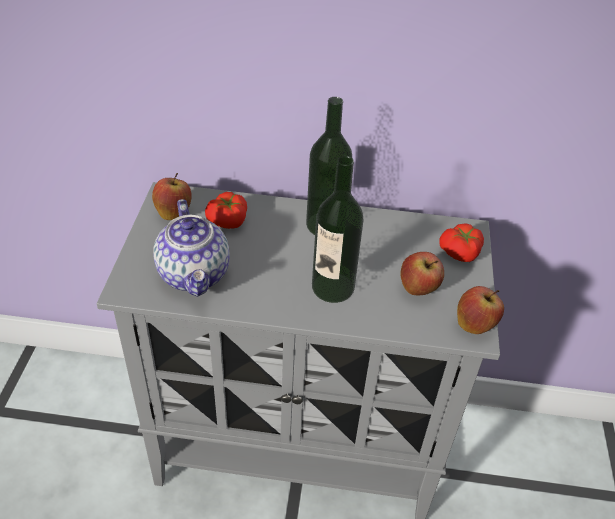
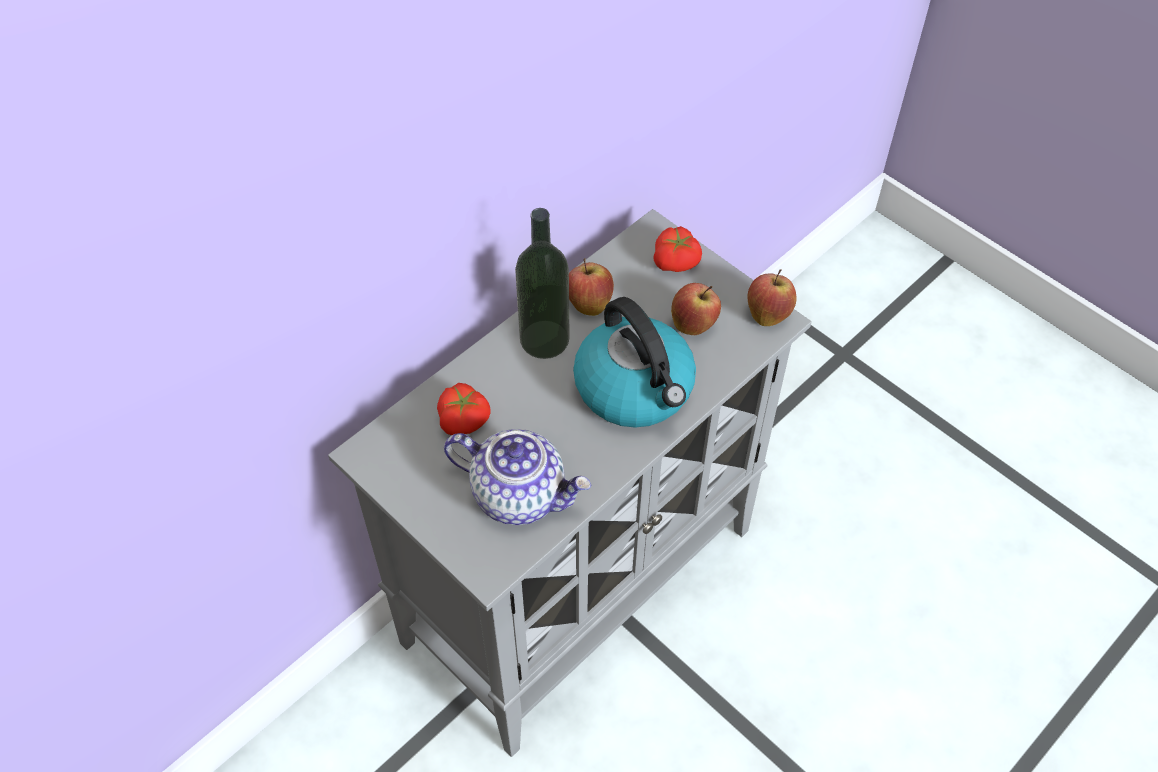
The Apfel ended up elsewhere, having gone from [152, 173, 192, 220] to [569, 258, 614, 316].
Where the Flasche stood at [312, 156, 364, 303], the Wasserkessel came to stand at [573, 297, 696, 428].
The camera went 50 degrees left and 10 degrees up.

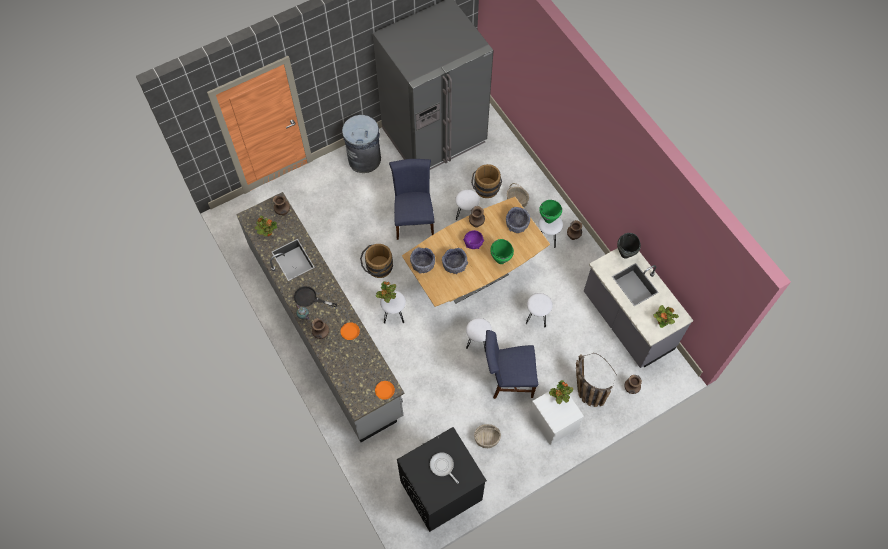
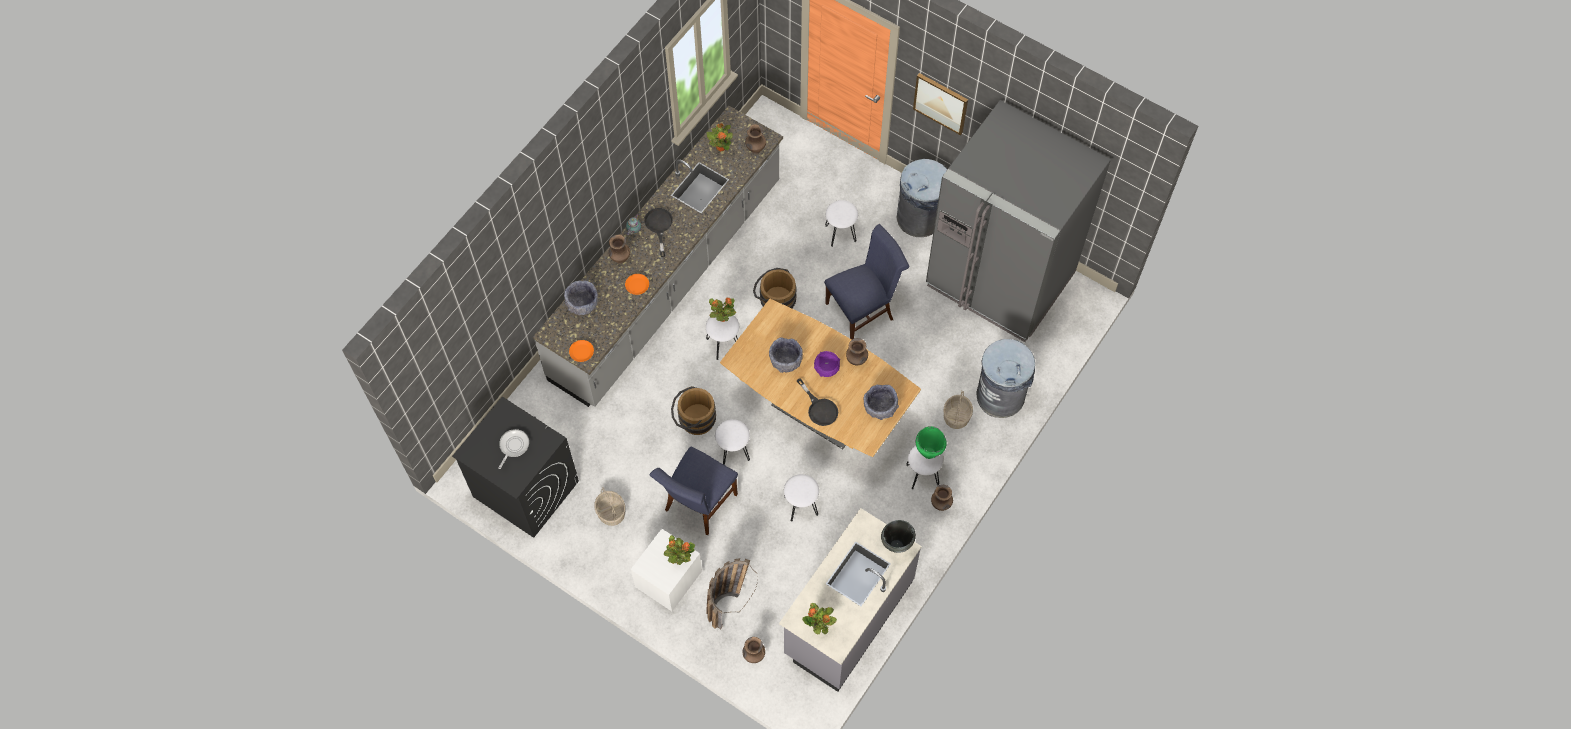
The Schüssel [grau] ended up elsewhere, having gone from [410, 247, 435, 273] to [564, 281, 598, 315].
The Hocker [weiß] ended up elsewhere, having gone from [456, 189, 480, 220] to [825, 200, 858, 247].
The Eimer [braun] ended up elsewhere, having gone from [471, 164, 502, 198] to [671, 386, 716, 435].
The Stuhl [blau] at [485, 330, 538, 399] ended up facing another way, 120 degrees counterclockwise from before.
Where the Kochtopf [grün] stood at [490, 239, 514, 264], the Pfanne [schwarz] came to stand at [796, 378, 838, 426].
The second view gained the Bild at [913, 73, 968, 135].
The second view gained the Mülleimer [grau] at [977, 339, 1035, 418].
The camera went 65 degrees right and 0 degrees up.

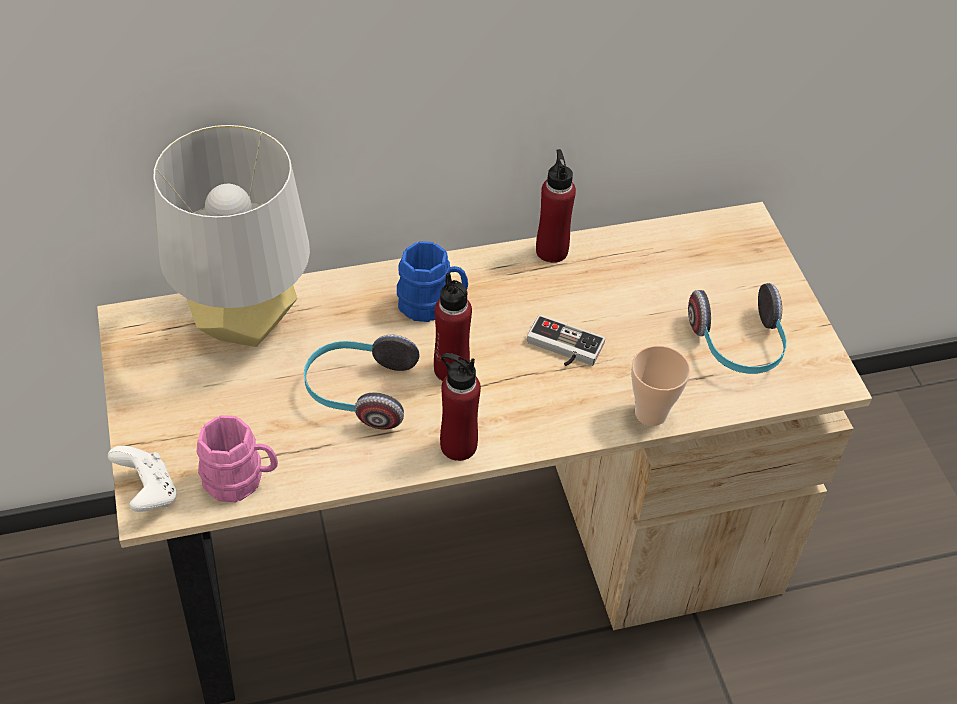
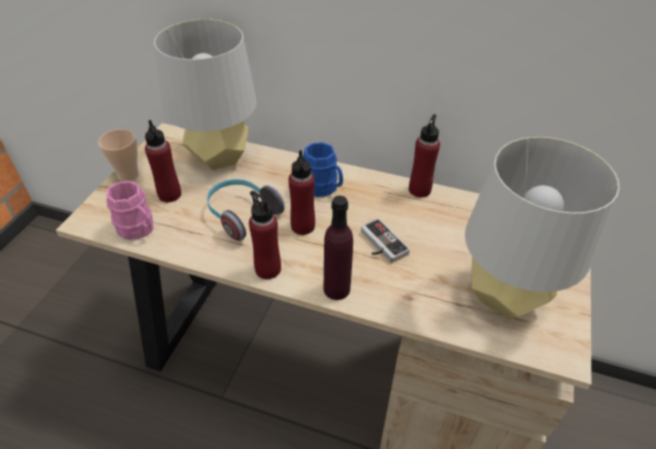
The second view lost the Gamepad [weiß] at [108, 446, 177, 512].
The Tasse ended up elsewhere, having gone from [631, 345, 691, 426] to [98, 129, 139, 181].
Where the Kopfhörer stood at [688, 283, 787, 374], the Tischlampe [grau] came to stand at [465, 137, 619, 319].
The second view gained the Flasche [rot] at [145, 120, 181, 202].
The second view gained the Flasche [lila] at [323, 196, 353, 300].
The camera went 35 degrees right and 5 degrees down.

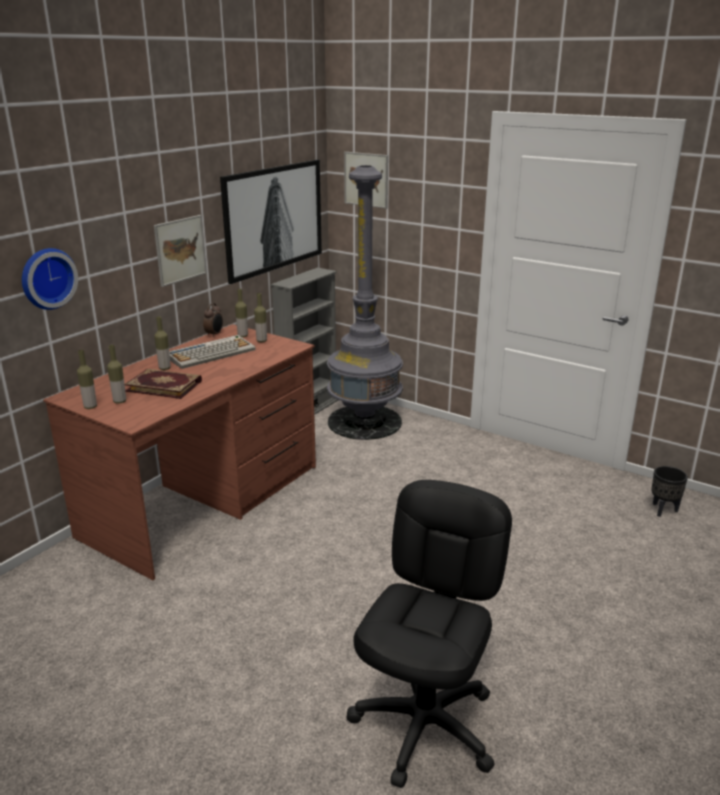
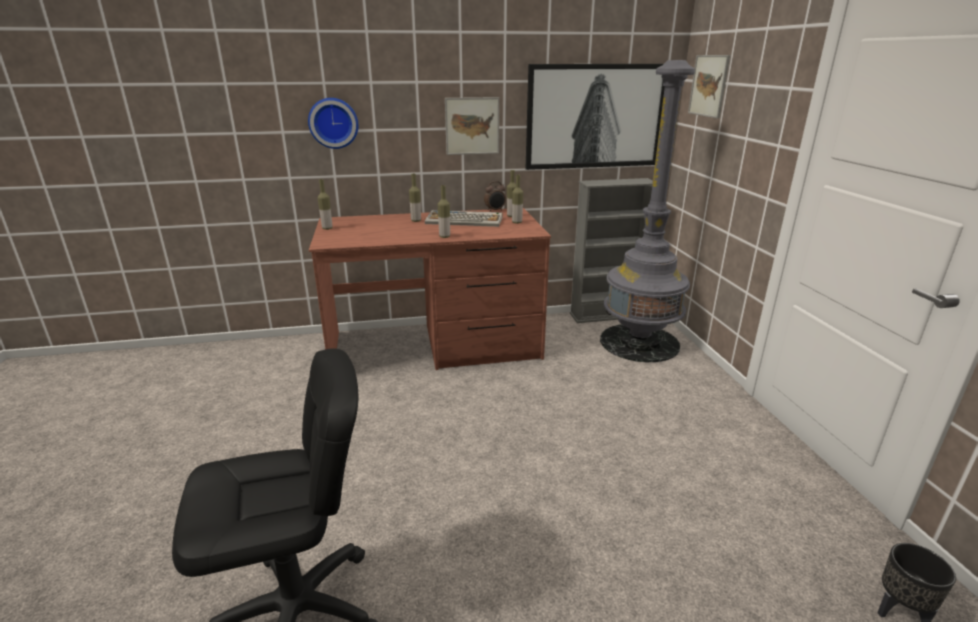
The Flasche ended up elsewhere, having gone from [107, 345, 126, 404] to [438, 185, 450, 238].
The second view lost the Buch at [125, 369, 202, 399].
The camera went 45 degrees right and 0 degrees up.

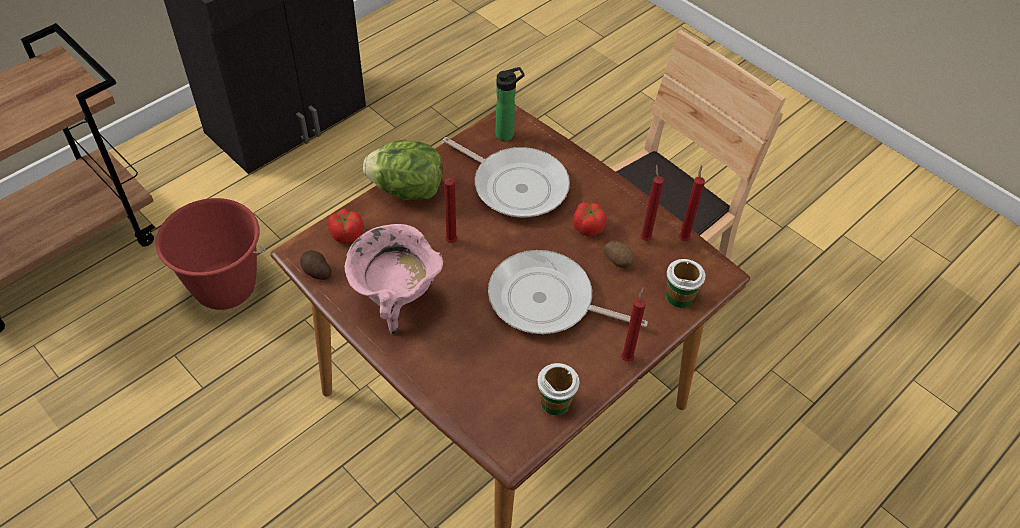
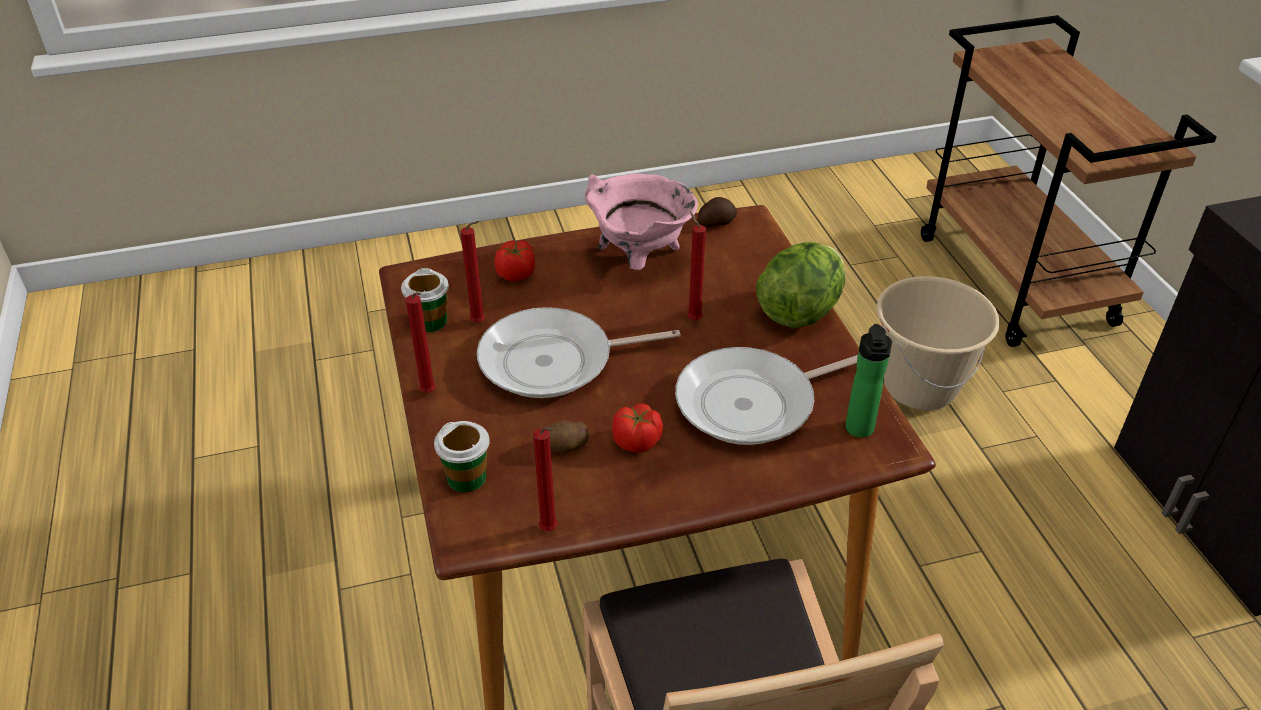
What was the Eimer [rot] at [156, 198, 265, 310] turned into the Eimer [beige] at [876, 276, 1000, 410].
The Tomate ended up elsewhere, having gone from [328, 209, 364, 243] to [495, 240, 535, 282].
The Pfanne at [488, 250, 648, 334] ended up facing another way, 150 degrees counterclockwise from before.
The Kerze [rot] ended up elsewhere, having gone from [640, 165, 664, 241] to [460, 221, 485, 323].
The camera went 120 degrees right and 10 degrees down.

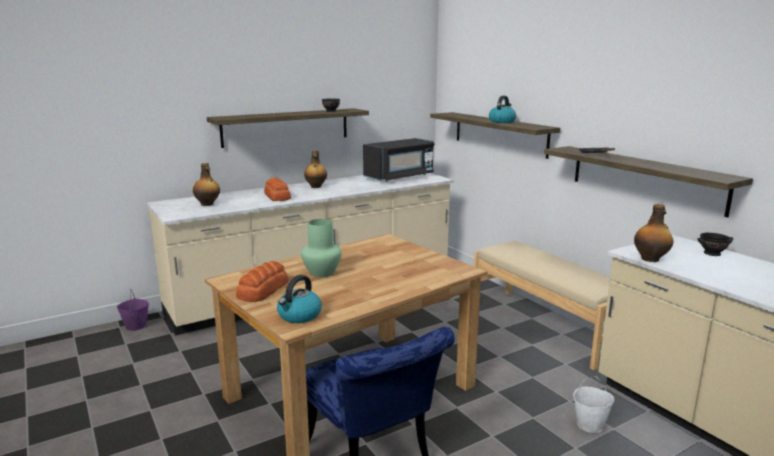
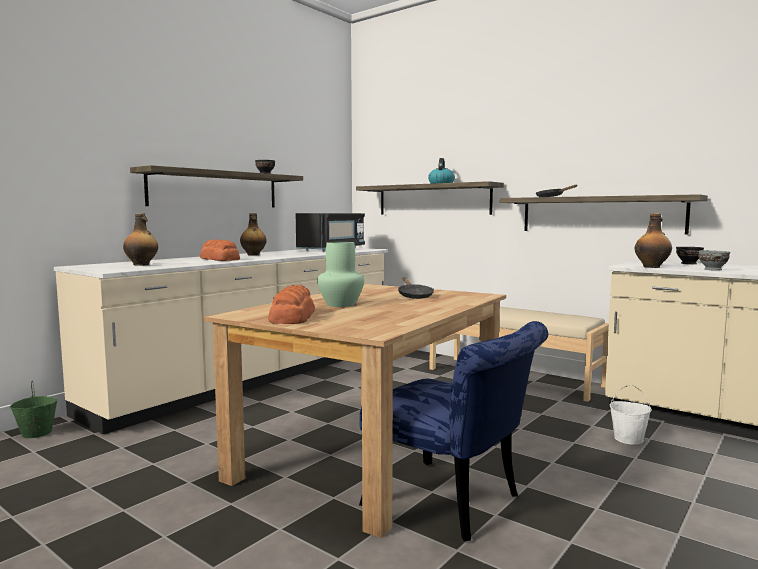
What was the Eimer [lila] at [117, 289, 149, 331] turned into the Eimer [grün] at [10, 380, 58, 438].
The second view lost the Wasserkessel at [277, 275, 322, 323].
The second view gained the Pfanne [schwarz] at [398, 278, 434, 299].
The second view gained the Schüssel [grau] at [698, 250, 730, 271].
The camera went 20 degrees left and 10 degrees down.

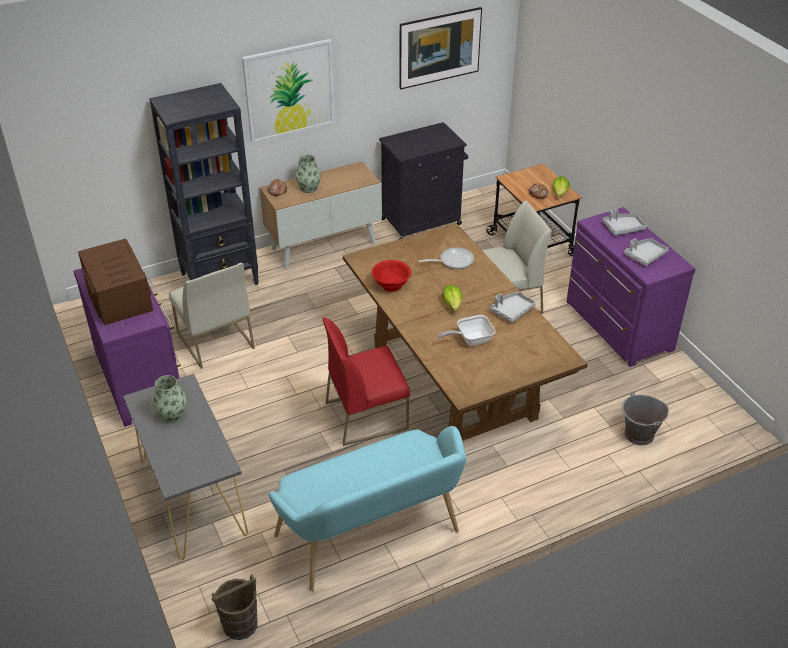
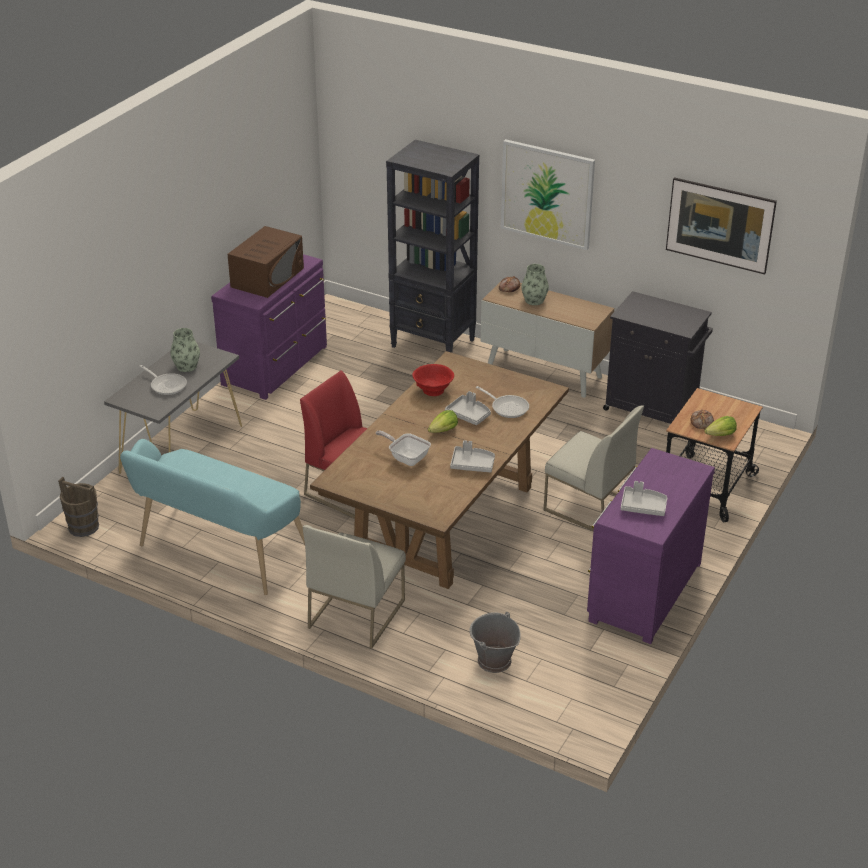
The Stuhl [weiß] ended up elsewhere, having gone from [169, 263, 255, 369] to [303, 525, 406, 649].
The Tablett [grau] ended up elsewhere, having gone from [602, 209, 646, 235] to [445, 391, 491, 425].
The second view gained the Pfanne at [139, 365, 187, 395].
The camera went 55 degrees right and 5 degrees down.

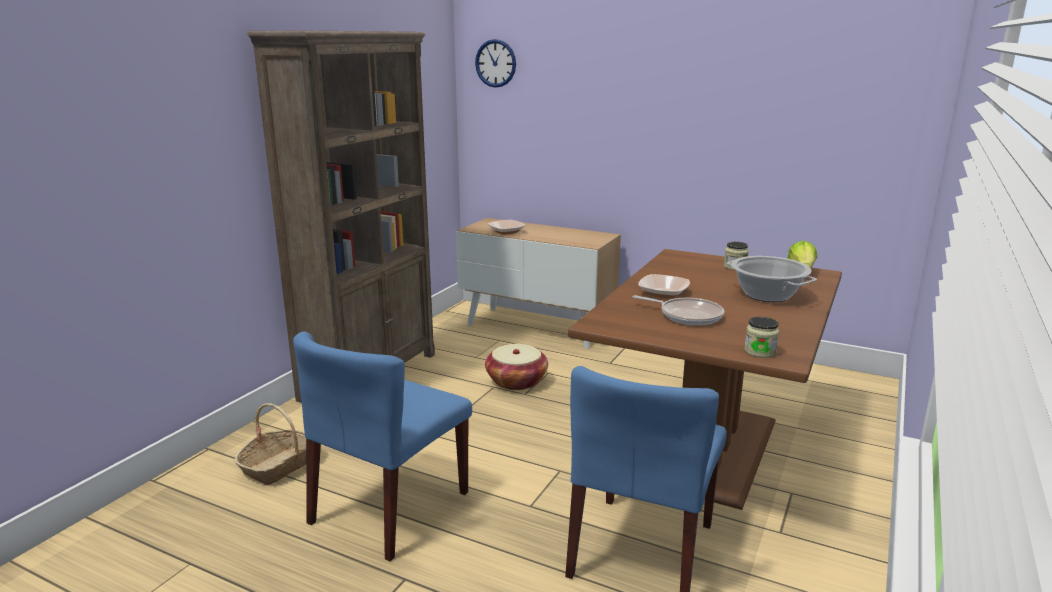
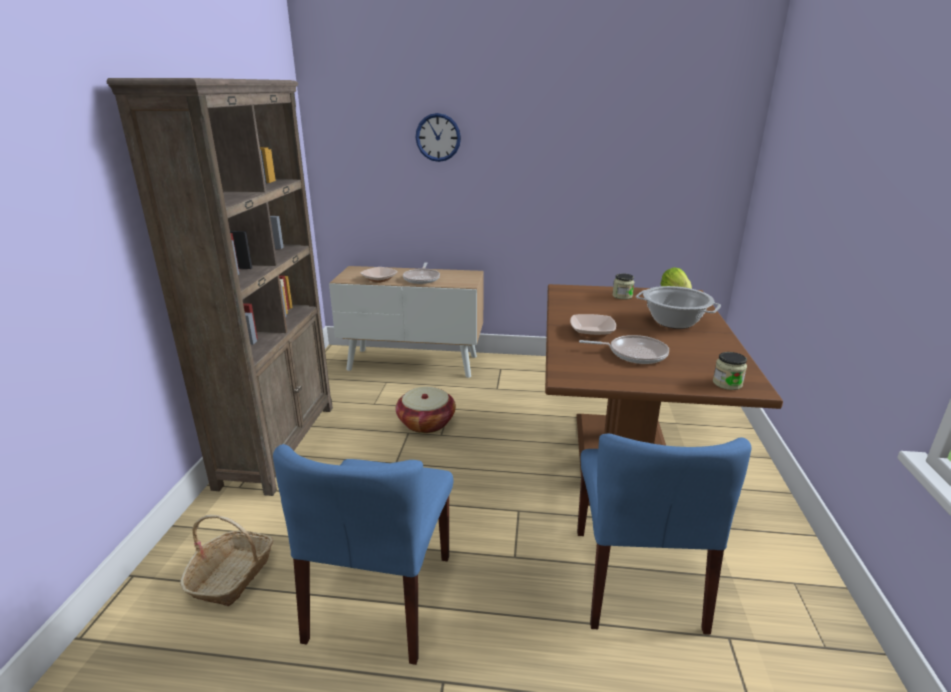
The Wanduhr ended up elsewhere, having gone from [475, 39, 516, 88] to [415, 113, 461, 162].
The second view gained the Pfanne at [403, 262, 440, 284].
The camera went 20 degrees left and 5 degrees up.

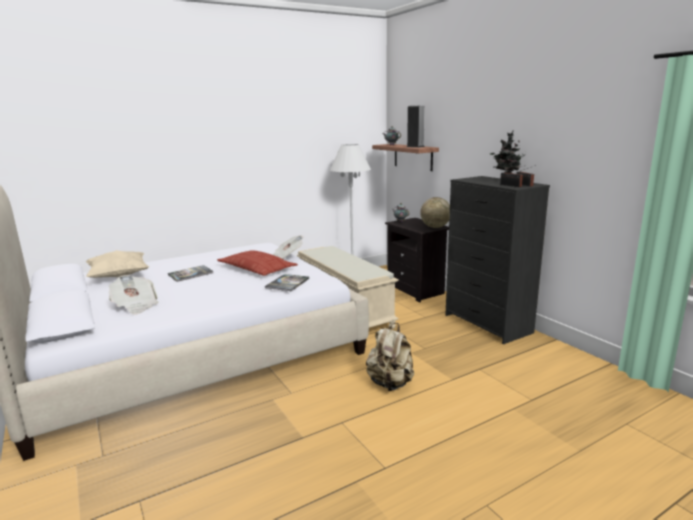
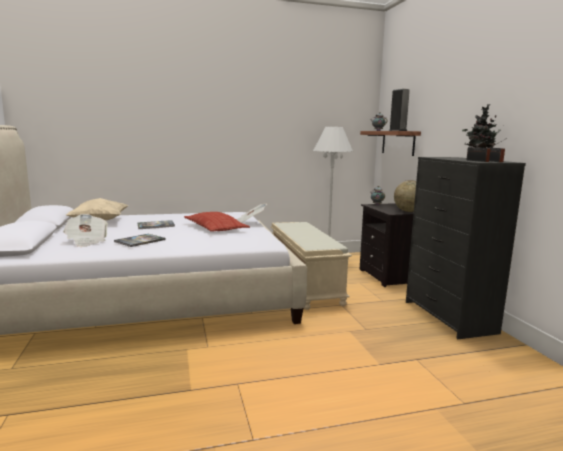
The Buch ended up elsewhere, having gone from [265, 274, 309, 291] to [114, 234, 166, 247].
The second view lost the Rucksack [beige] at [366, 323, 414, 391].
The camera went 15 degrees right and 5 degrees down.

